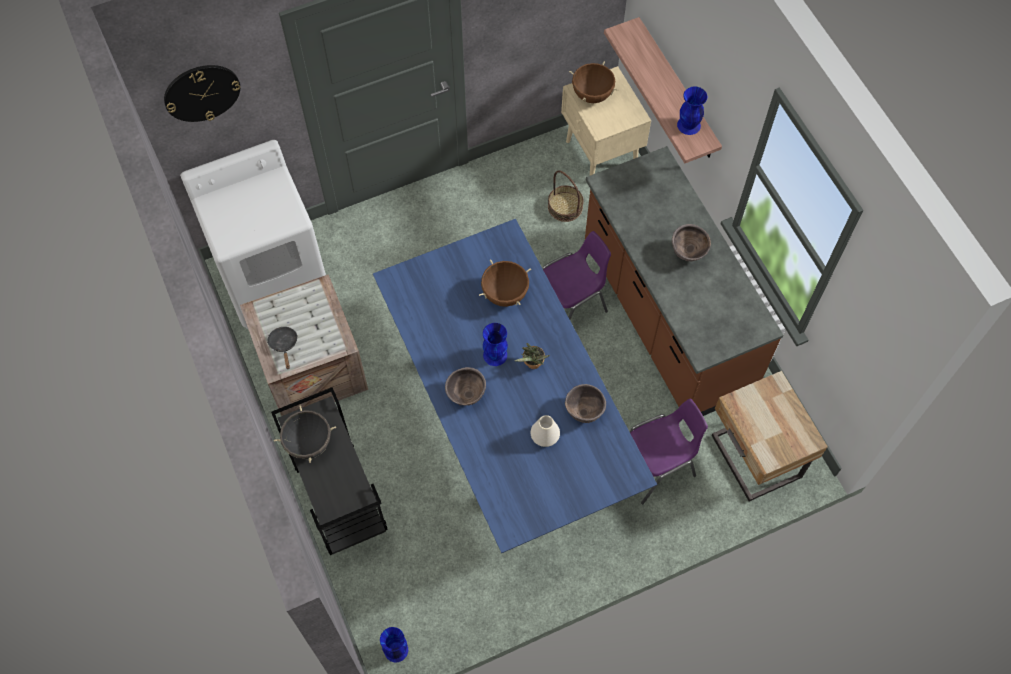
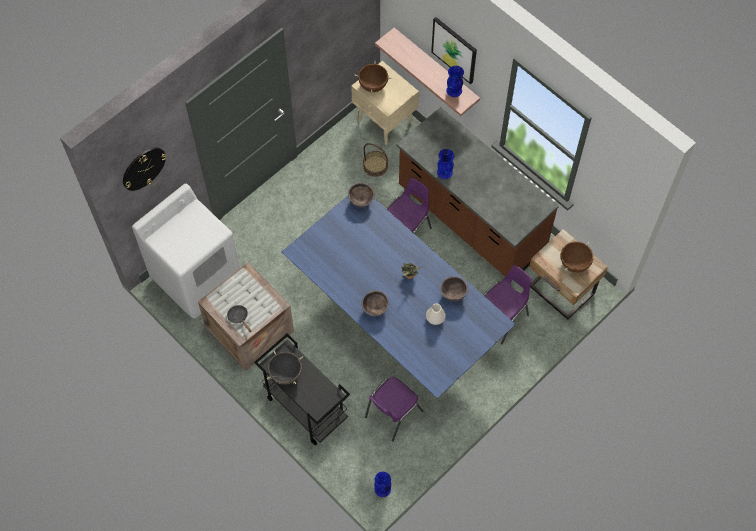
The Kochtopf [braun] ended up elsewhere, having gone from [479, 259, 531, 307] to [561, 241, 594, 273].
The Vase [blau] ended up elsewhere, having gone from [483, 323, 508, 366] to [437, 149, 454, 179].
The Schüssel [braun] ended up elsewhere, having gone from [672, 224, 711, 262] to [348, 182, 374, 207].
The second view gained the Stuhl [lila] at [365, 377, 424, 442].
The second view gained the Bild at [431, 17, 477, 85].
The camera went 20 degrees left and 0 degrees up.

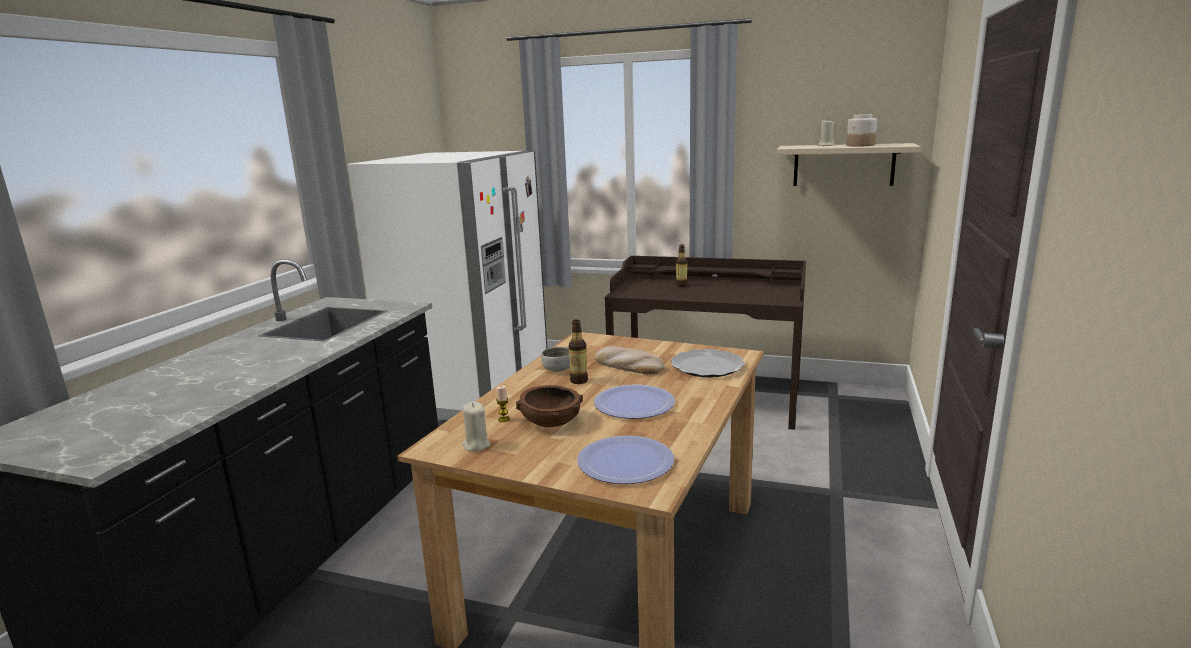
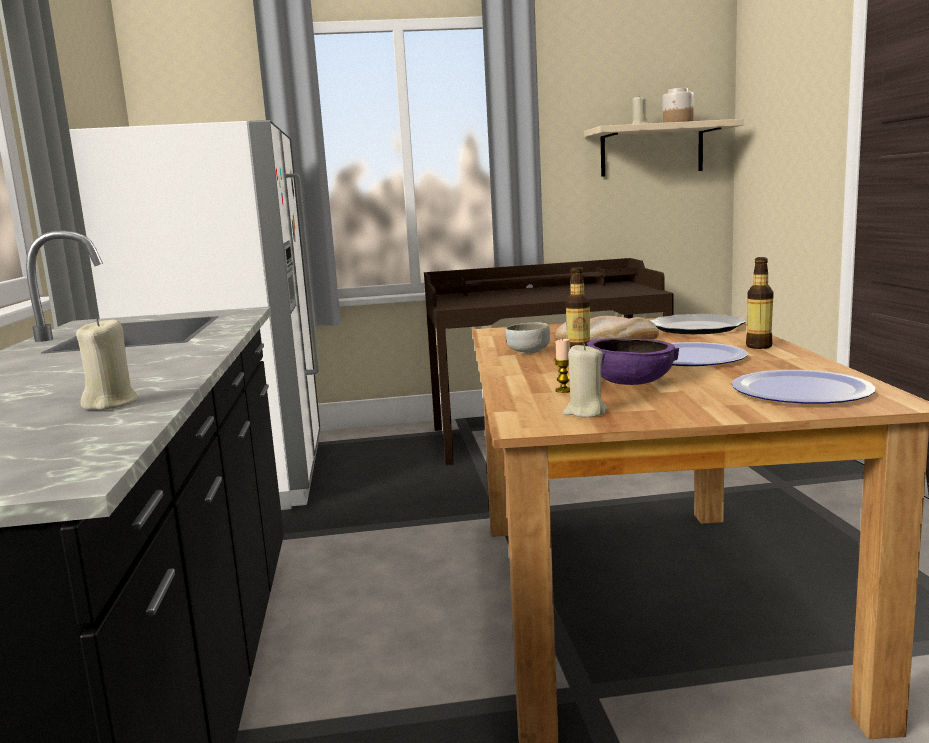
What was the Schüssel [braun] at [516, 385, 583, 427] turned into the Schüssel [lila] at [587, 338, 679, 385].
The Flasche ended up elsewhere, having gone from [676, 245, 688, 287] to [746, 257, 774, 349].
The second view gained the Kerze [beige] at [76, 317, 138, 410].
The camera went 25 degrees left and 5 degrees down.

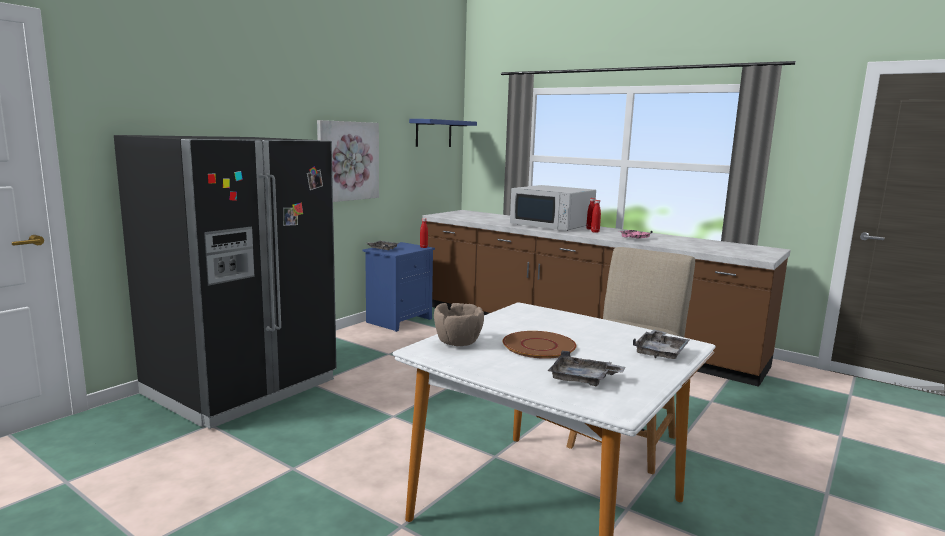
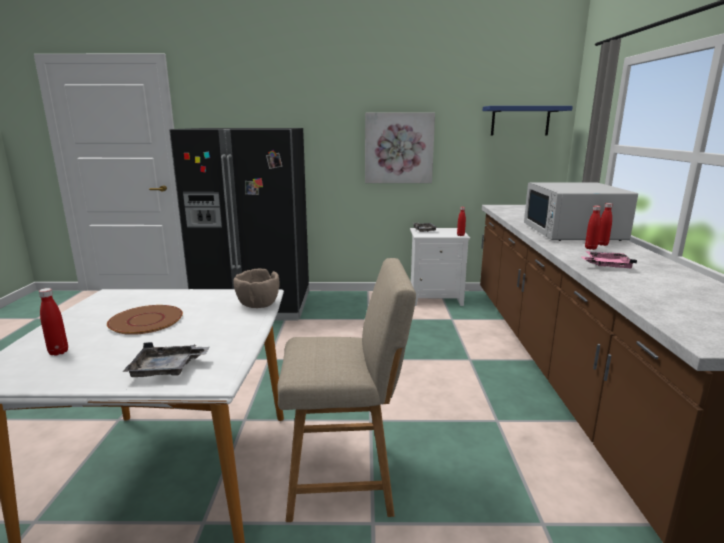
What was the Nachttisch [blau] at [363, 242, 435, 332] turned into the Nachttisch [weiß] at [410, 228, 470, 306].
The Schüssel [braun] ended up elsewhere, having gone from [434, 303, 484, 346] to [233, 268, 280, 308].
Where the Tablett [grau] stood at [548, 351, 625, 386], the Flasche [rot] came to stand at [39, 288, 68, 356].
The camera went 55 degrees right and 5 degrees up.

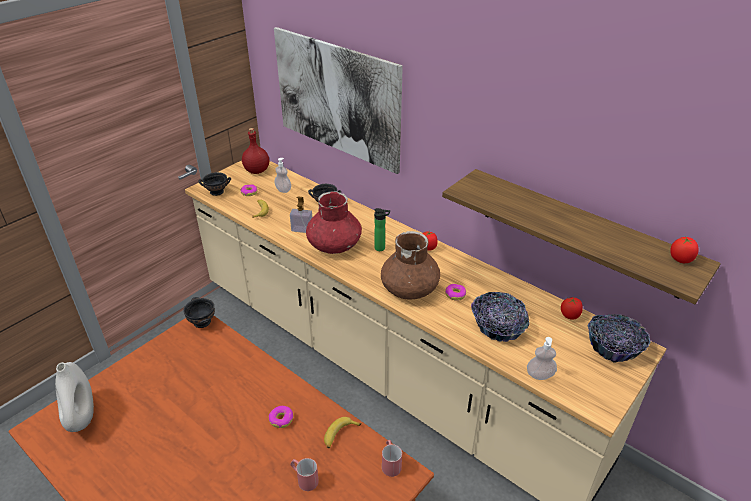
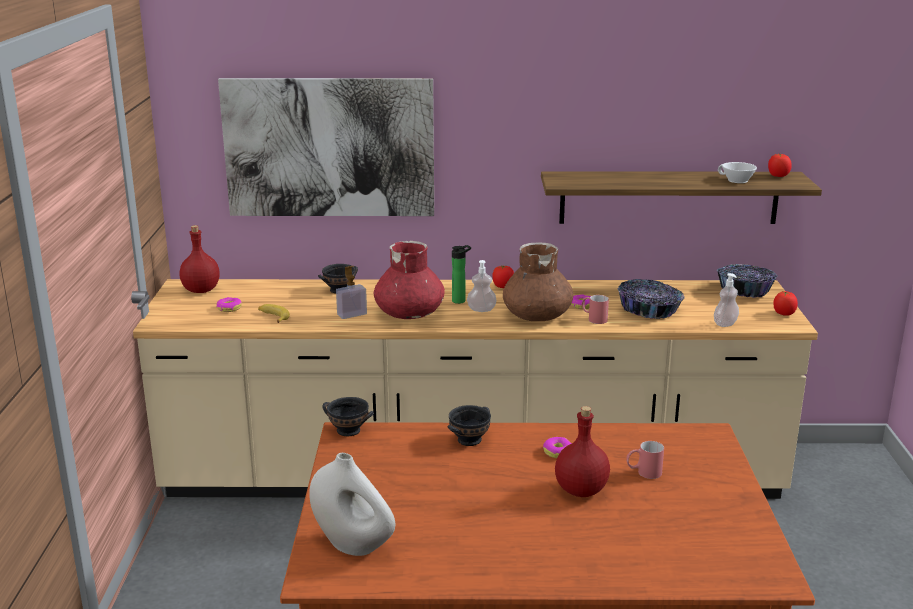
The Schüssel [schwarz] ended up elsewhere, having gone from [198, 172, 231, 196] to [448, 405, 491, 446].
The Seifenspender ended up elsewhere, having gone from [274, 158, 291, 193] to [467, 260, 497, 312].
The second view lost the Banane at [324, 417, 362, 448].
The Henkelbecher [rot] ended up elsewhere, having gone from [382, 440, 402, 477] to [581, 295, 609, 324].
The Tomate ended up elsewhere, having gone from [561, 297, 583, 320] to [773, 291, 798, 316].
The second view gained the Flasche [rot] at [555, 406, 610, 497].
The second view gained the Tasse [weiß] at [718, 162, 757, 183].
The camera went 40 degrees left and 15 degrees down.

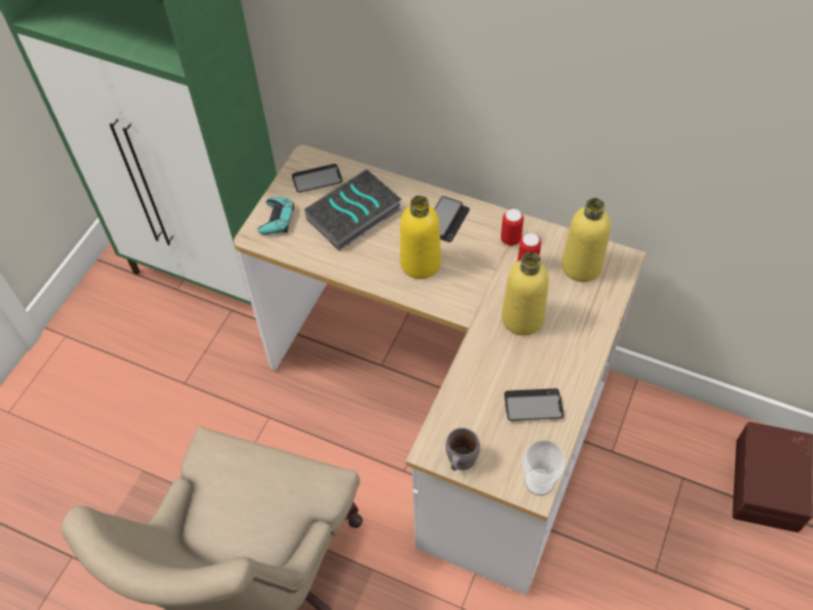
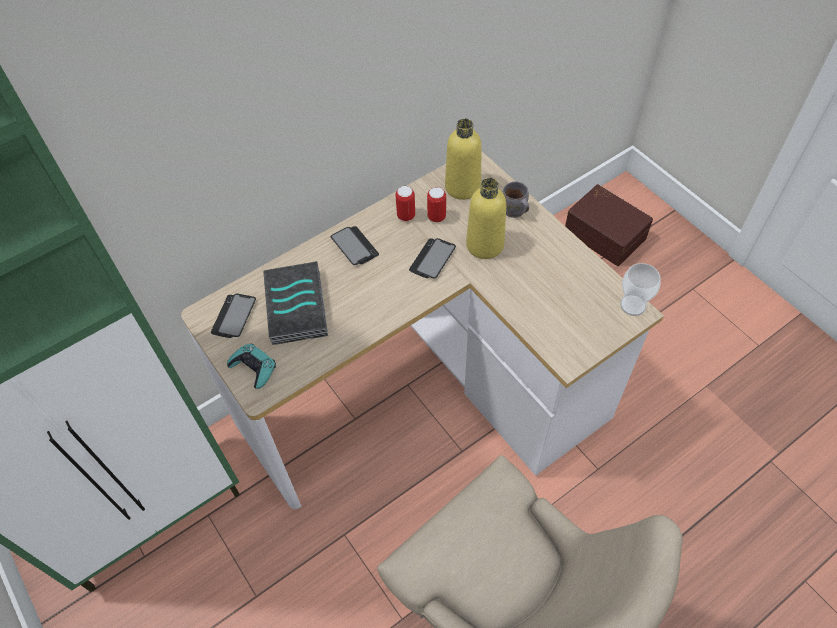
The second view lost the Flasche [gelb] at [400, 195, 441, 279].
The Henkelbecher [grau] ended up elsewhere, having gone from [446, 428, 480, 471] to [502, 181, 529, 218].
The Handy ended up elsewhere, having gone from [504, 388, 564, 421] to [409, 238, 456, 278].
The camera went 60 degrees left and 0 degrees up.

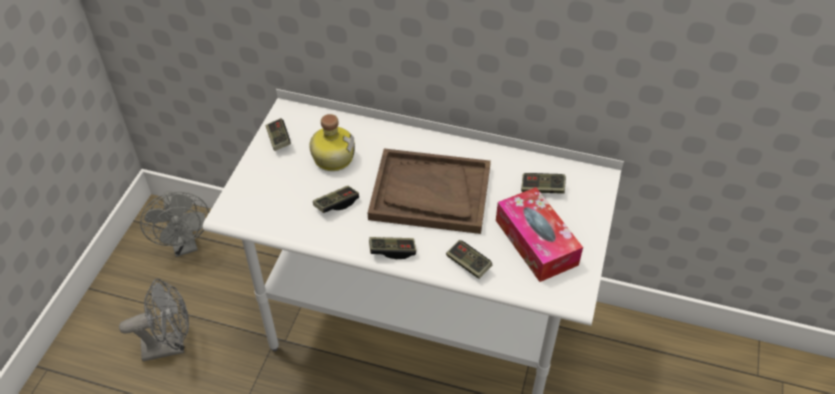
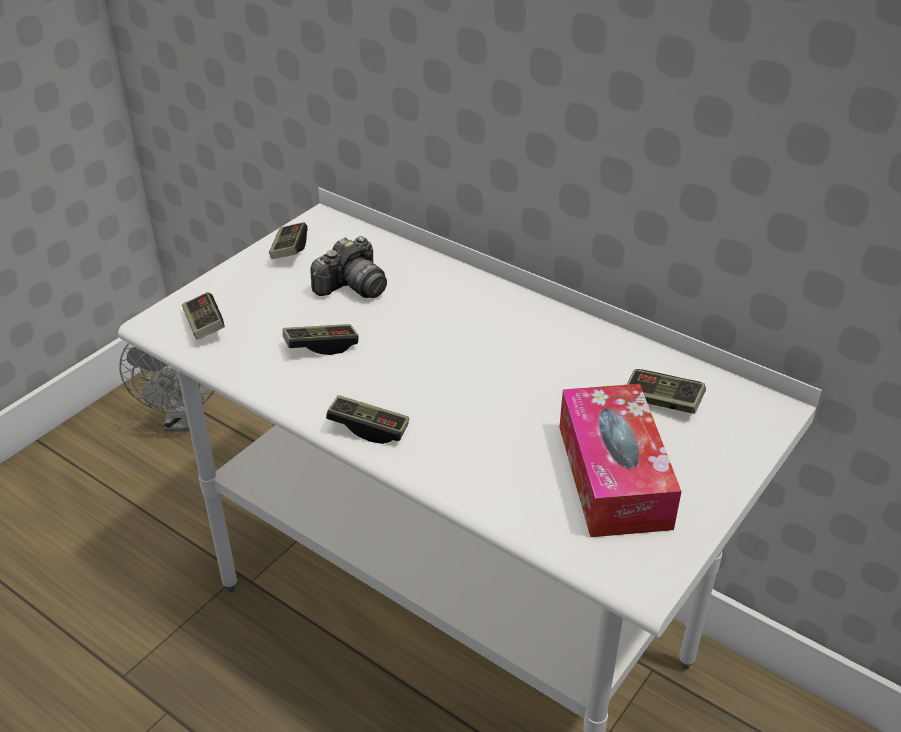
The second view lost the Ventilator [grau] at [119, 279, 189, 361].
Where the Flasche stood at [309, 114, 355, 171], the Kamera came to stand at [311, 236, 387, 298].
The second view lost the Tablett [braun] at [368, 148, 491, 234].
The Gamepad ended up elsewhere, having gone from [446, 240, 492, 279] to [182, 292, 225, 340].
The camera went 20 degrees right and 10 degrees down.

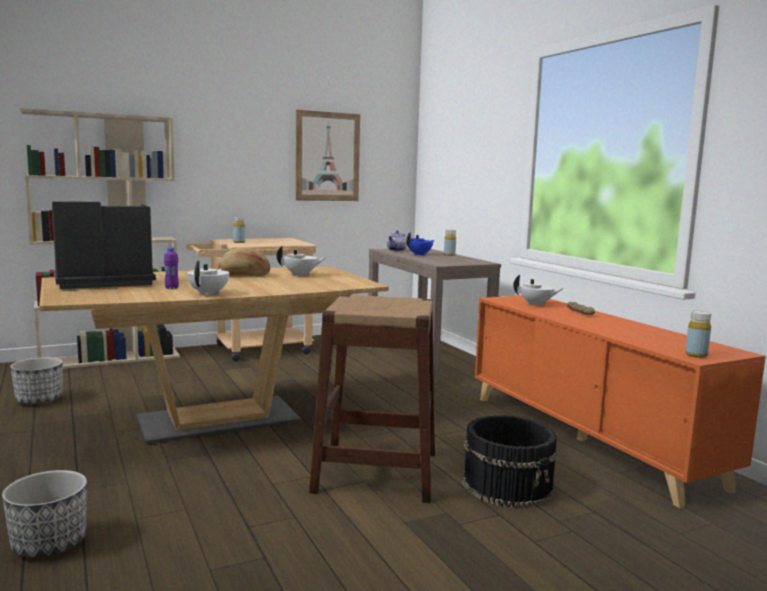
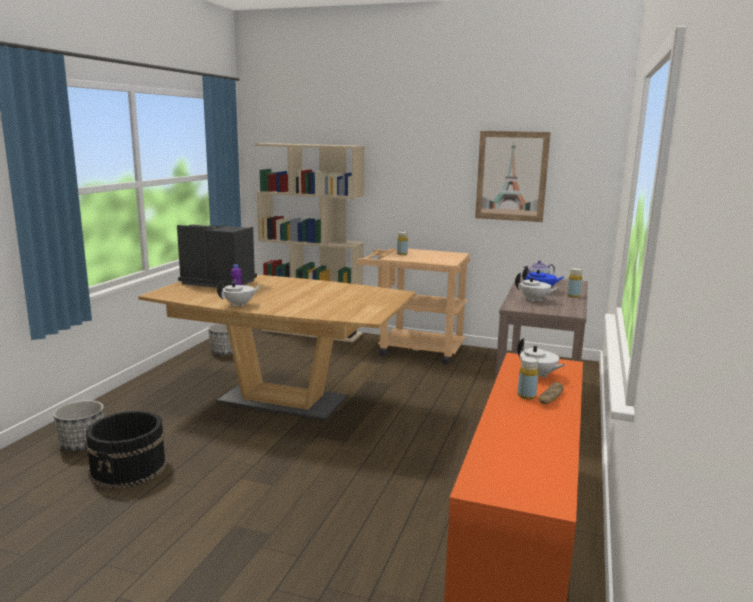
The second view lost the Brot at [218, 247, 270, 276].
The Teekanne [weiß] ended up elsewhere, having gone from [277, 245, 327, 277] to [515, 273, 559, 302].
The second view lost the Hocker [braun] at [309, 295, 435, 503].
The Eimer [schwarz] ended up elsewhere, having gone from [462, 415, 557, 508] to [85, 411, 167, 489].
The Flasche [gelb] ended up elsewhere, having gone from [685, 311, 711, 358] to [518, 356, 538, 400].
The camera went 45 degrees right and 5 degrees up.

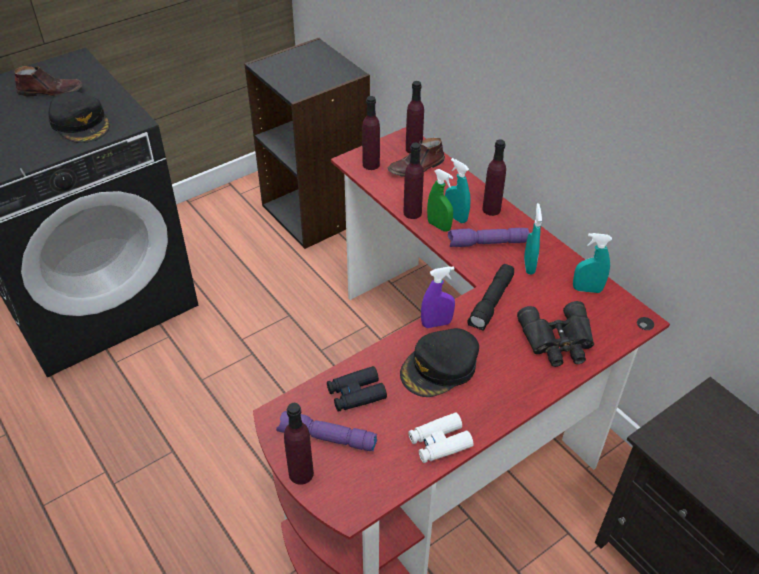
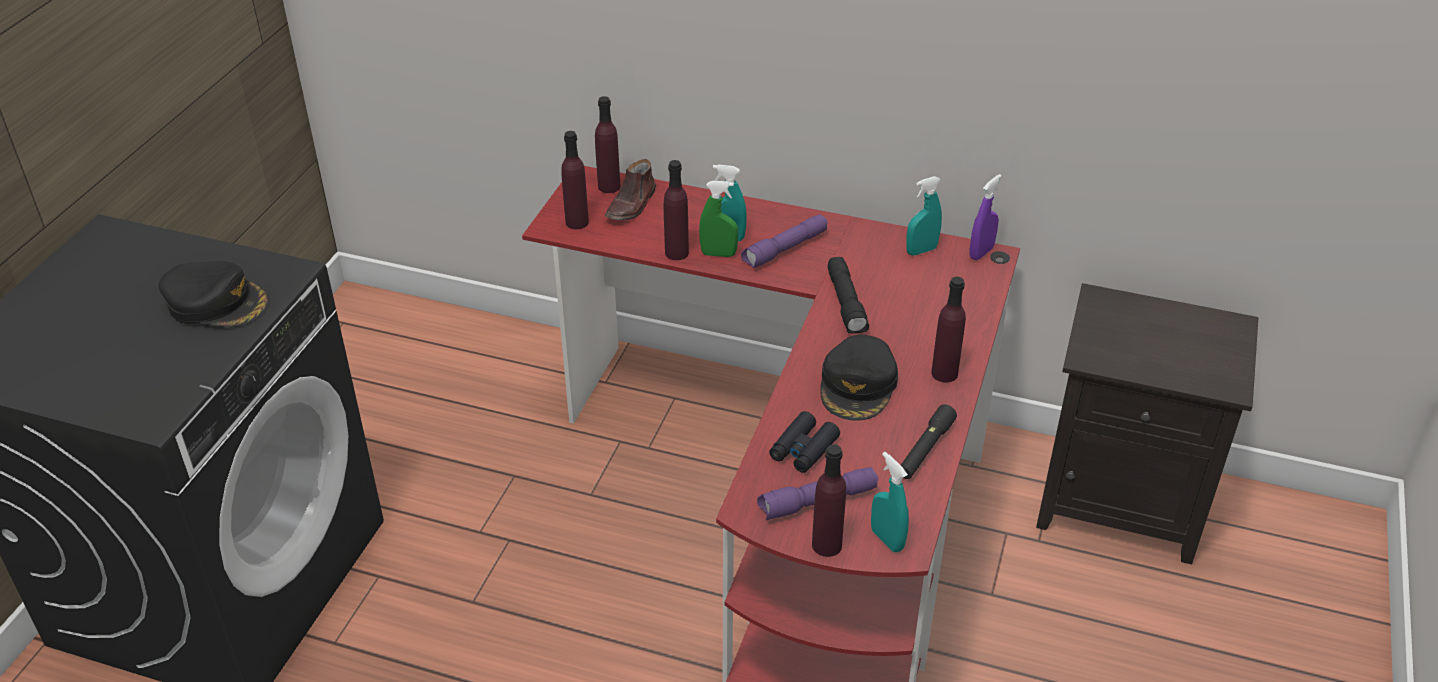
The second view lost the Schuh [braun] at [14, 66, 83, 97].
The second view lost the Bücherregal [schwarz] at [244, 38, 370, 249].
Where the Fernglas [weiß] stood at [408, 412, 473, 463], the Taschenlampe [schwarz] came to stand at [901, 404, 957, 479].
The Sprühflasche [lila] ended up elsewhere, having gone from [421, 266, 455, 328] to [969, 174, 1002, 260].
The Flasche [lila] ended up elsewhere, having gone from [482, 139, 506, 216] to [931, 277, 966, 383].
The second view lost the Fernglas [schwarz] at [517, 301, 594, 367].
The Sprühflasche [türkis] ended up elsewhere, having gone from [524, 203, 542, 275] to [871, 452, 909, 552].
The camera went 35 degrees left and 5 degrees down.

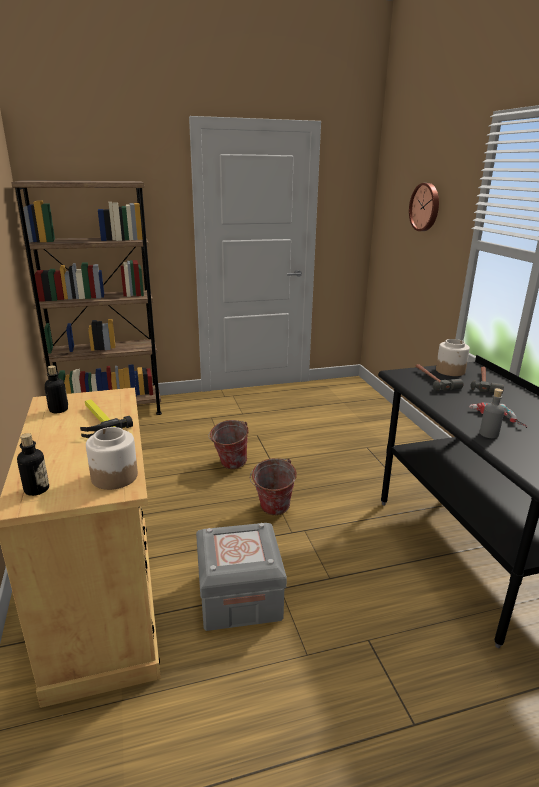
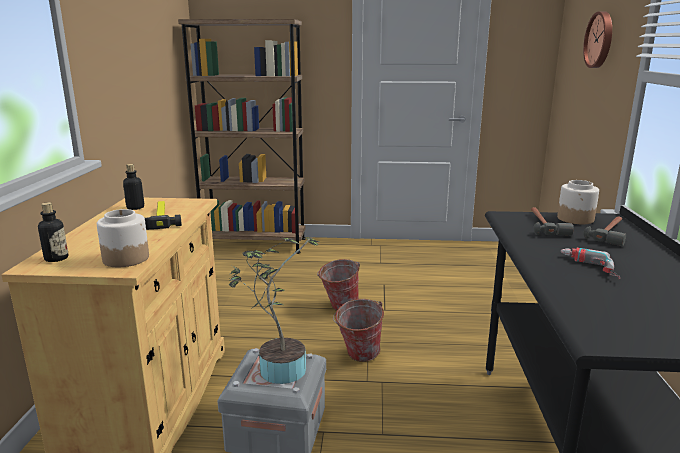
The second view lost the Flasche [grau] at [480, 388, 504, 438].
The second view gained the Topfpflanze at [229, 237, 319, 384].
The camera went 20 degrees right and 5 degrees down.

